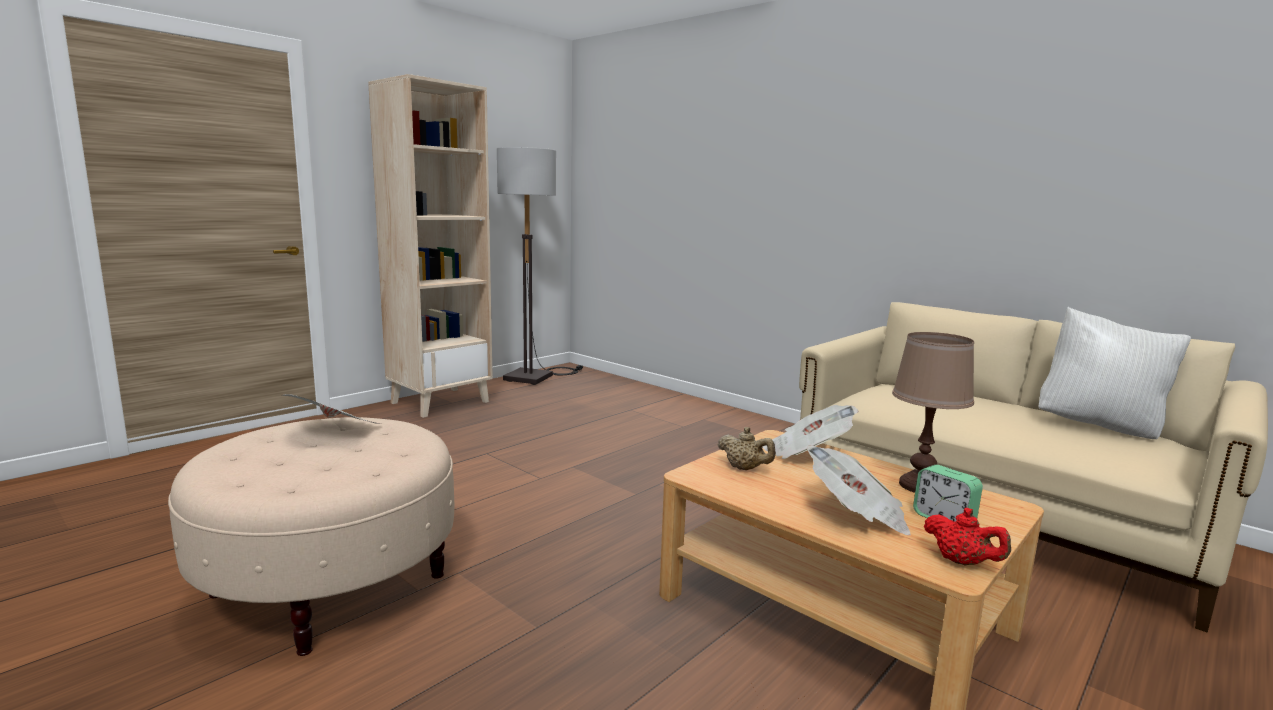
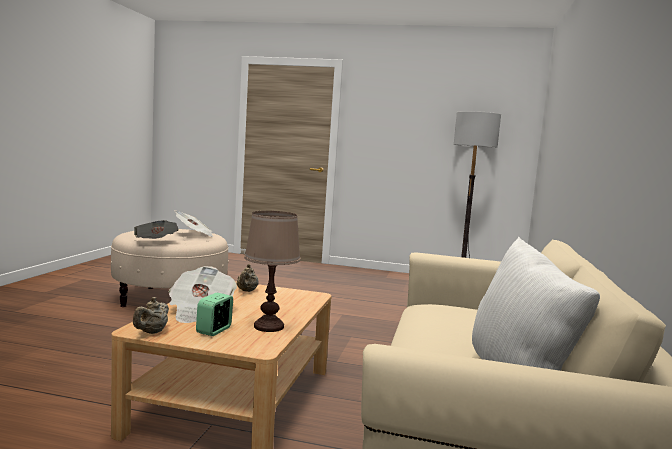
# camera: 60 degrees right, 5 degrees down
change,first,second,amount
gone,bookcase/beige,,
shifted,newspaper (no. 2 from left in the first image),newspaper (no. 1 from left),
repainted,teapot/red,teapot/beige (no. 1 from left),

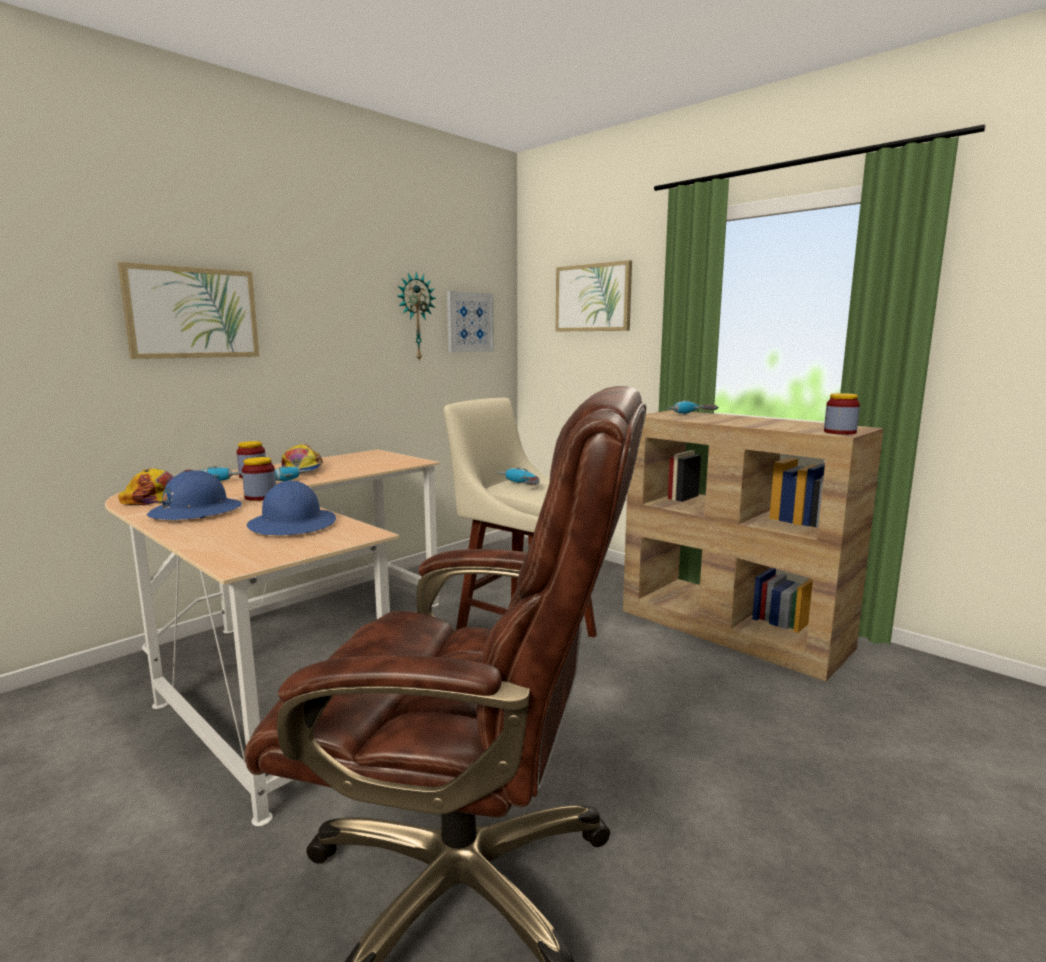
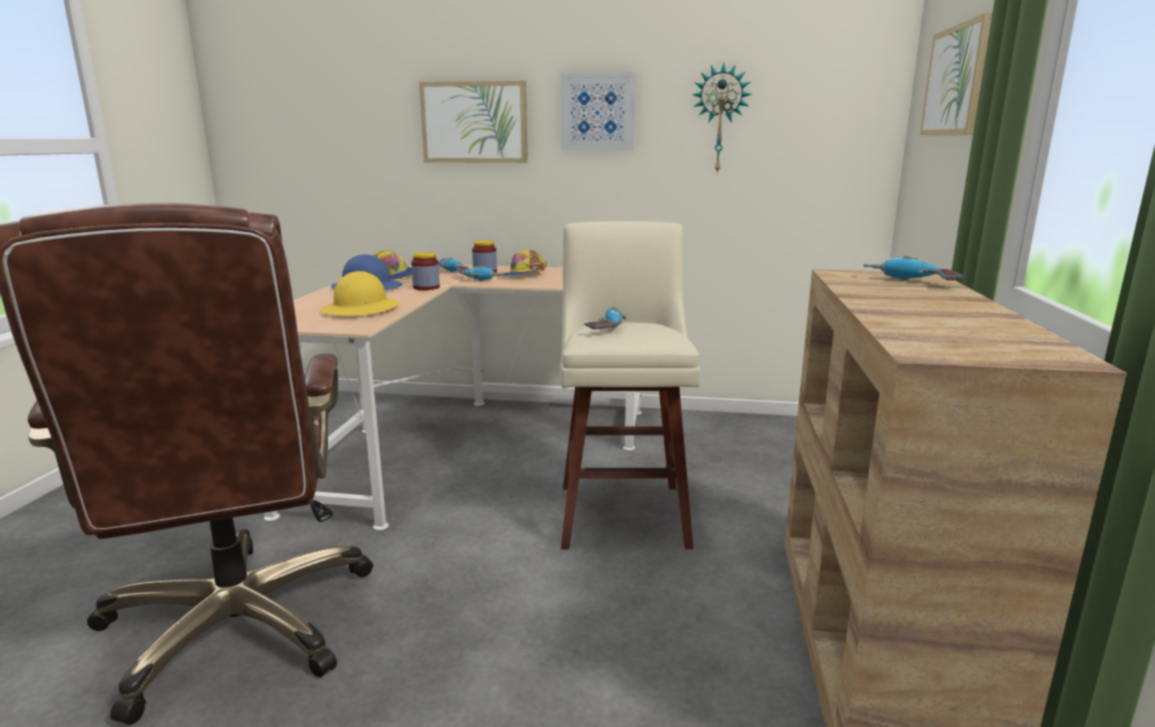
# camera: 55 degrees right, 5 degrees up
change,first,second,amount
gone,jar (no. 3 from left),,
shifted,picture (no. 2 from left),,
repainted,hard hat/blue (no. 2 from left),hard hat/yellow,

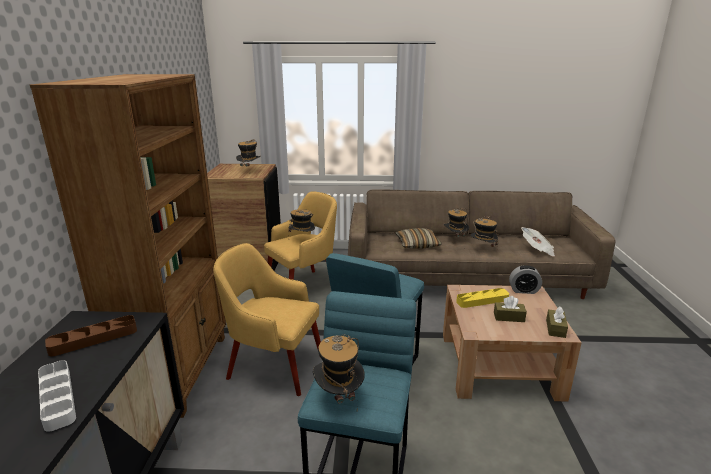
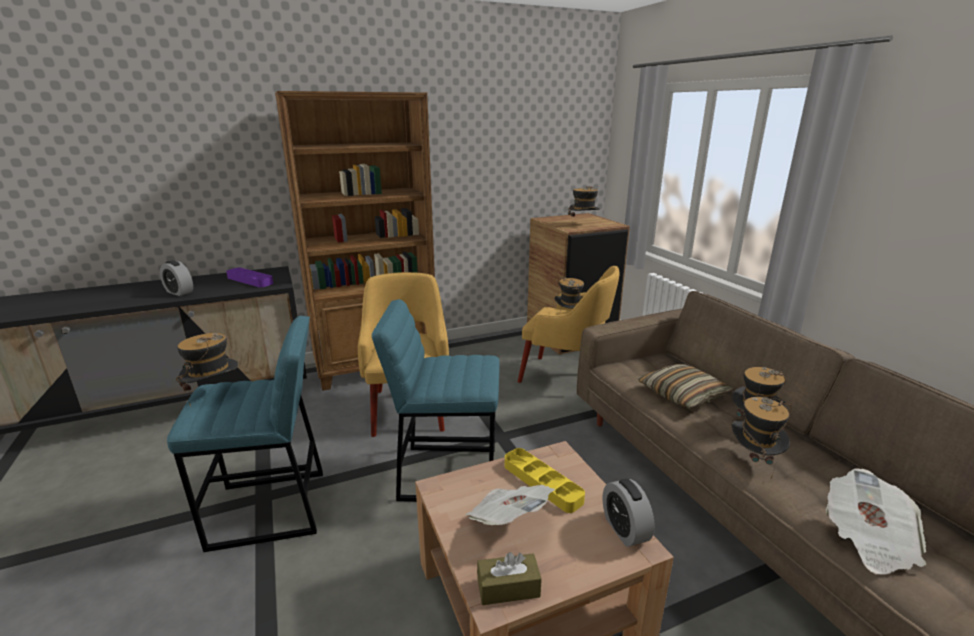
# camera: 65 degrees right, 0 degrees up
change,first,second,amount
swapped,tray/grey,alarm clock (no. 1 from left),
swapped,tissue box/brown (no. 1 from left),newspaper (no. 1 from left),
repainted,tray/brown,tray/purple,

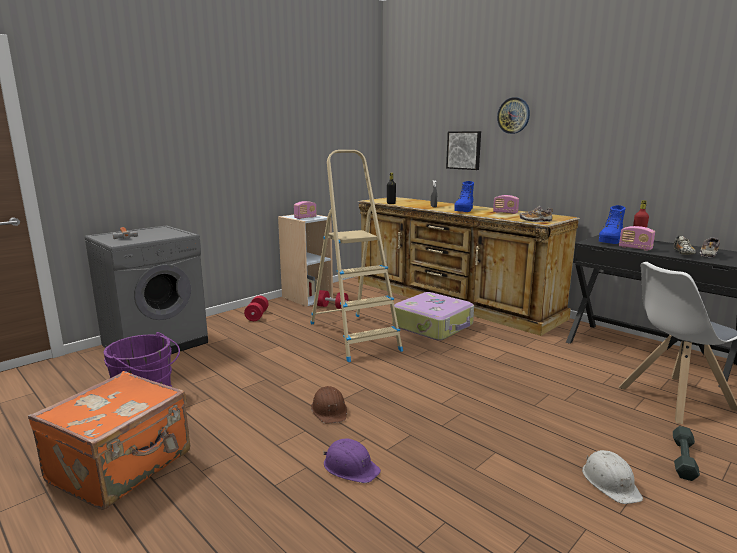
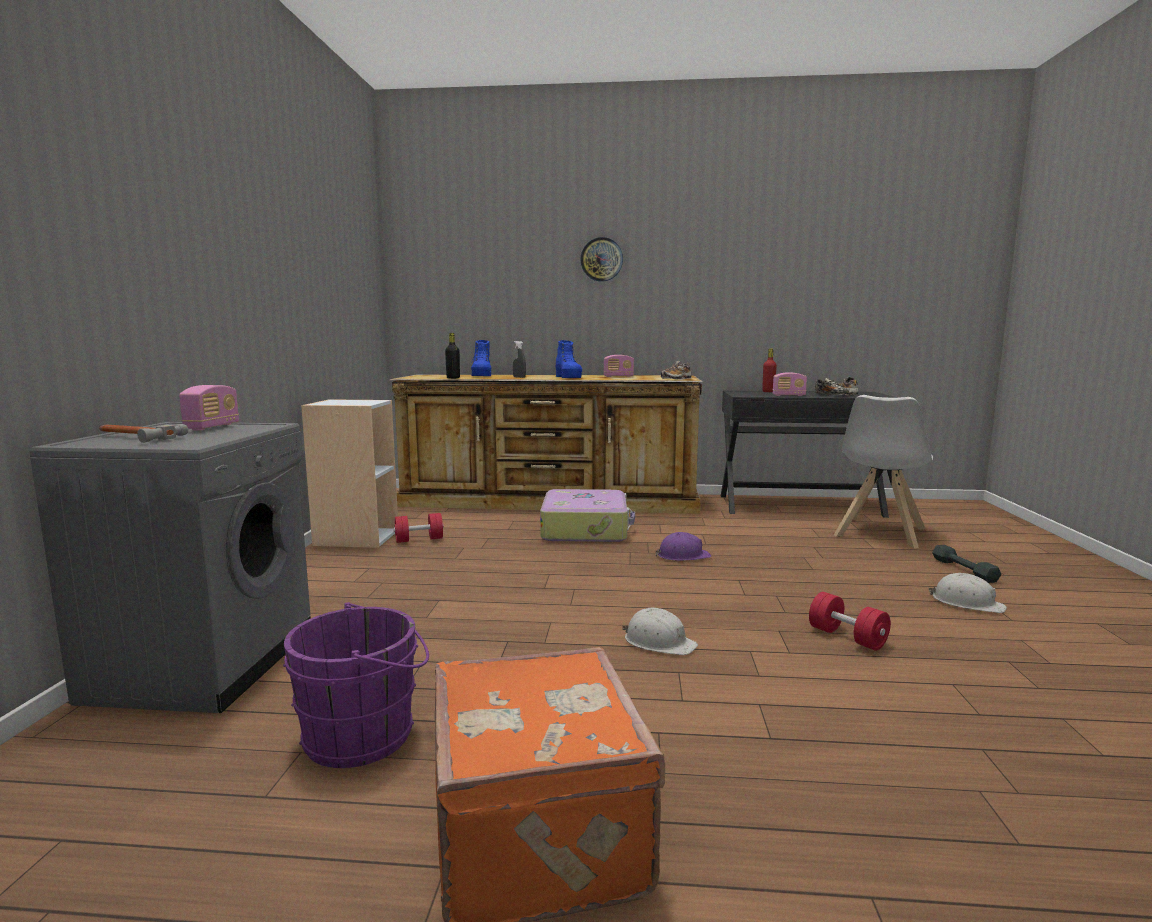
# camera: 40 degrees left, 5 degrees down
change,first,second,amount
gone,step ladder/beige,,
gone,picture,,
shifted,dumbbell/red (no. 1 from left in the first image),dumbbell/red (no. 2 from left),
shifted,radio (no. 1 from left),,
shifted,hard hat/purple,,
shifted,boot/blue (no. 2 from left in the first image),boot/blue (no. 1 from left),
repainted,hard hat/brown,hard hat/white (no. 1 from left),

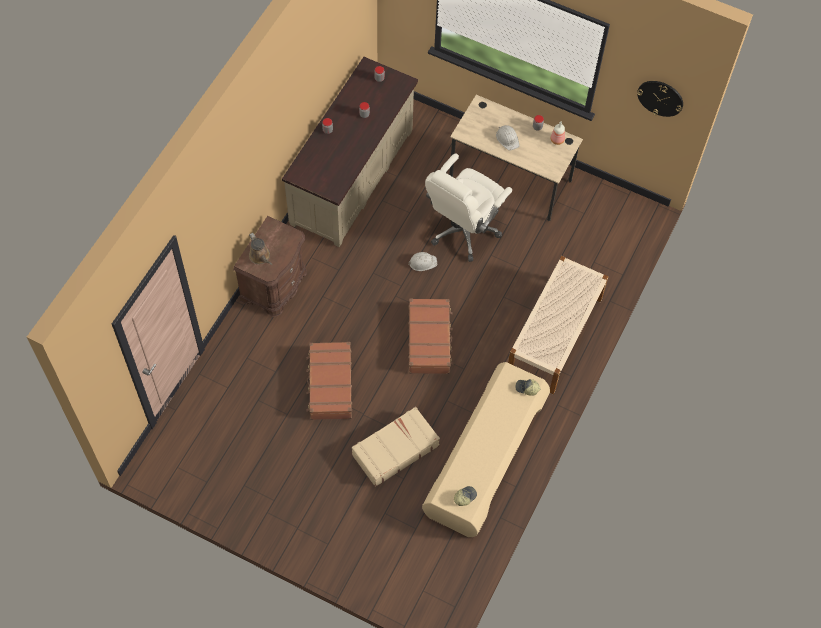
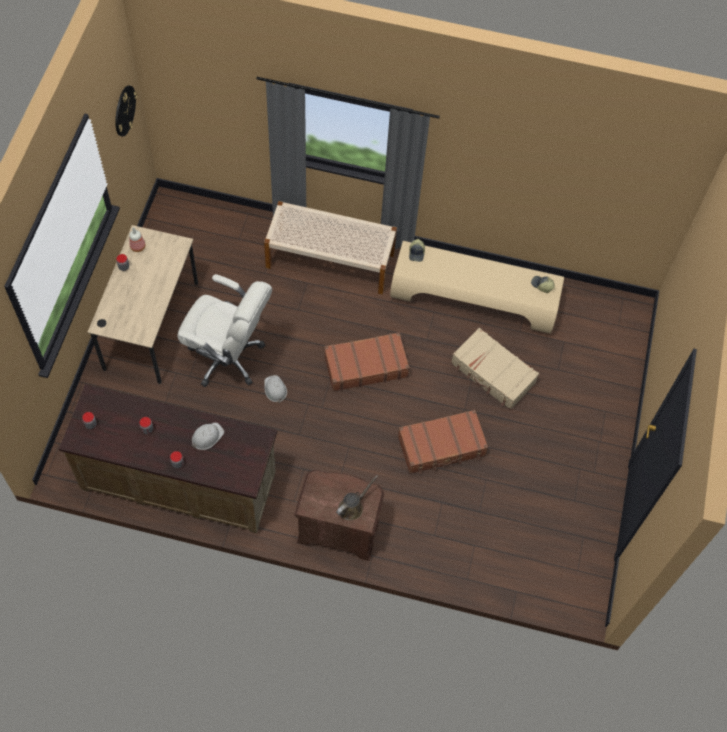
# camera: 105 degrees left, 0 degrees up
change,first,second,amount
shifted,hard hat/white (no. 2 from left in the first image),hard hat/white (no. 1 from left),

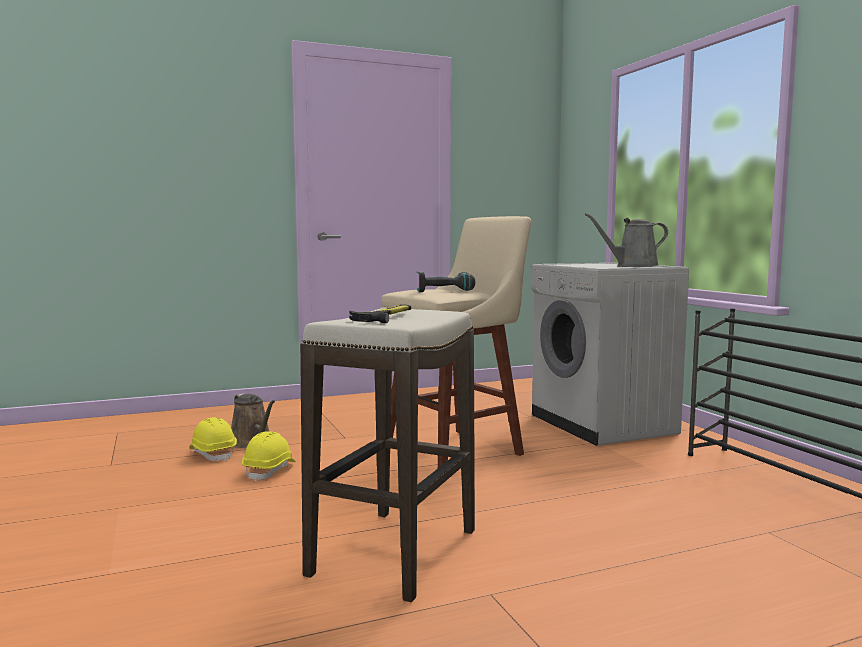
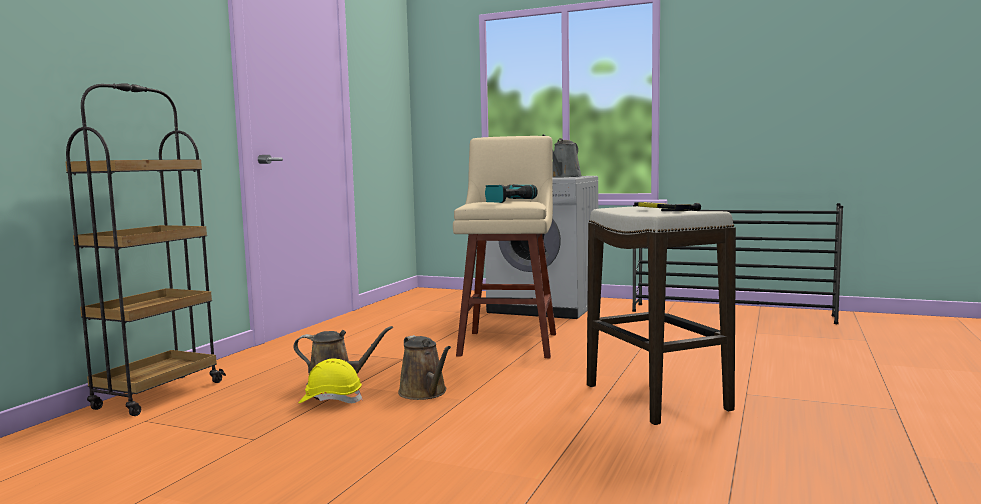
# camera: 45 degrees left, 0 degrees up
change,first,second,amount
new,,cart/brown,
swapped,hard hat/yellow (no. 2 from left),watering can/brown (no. 2 from left),

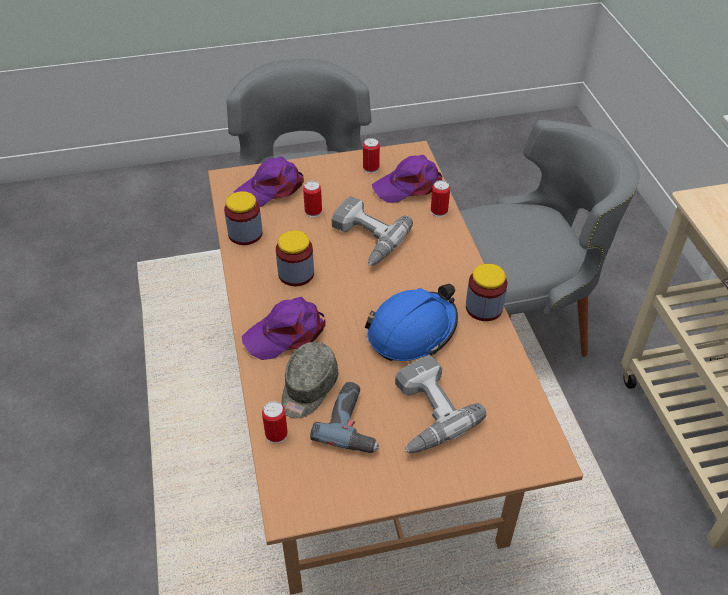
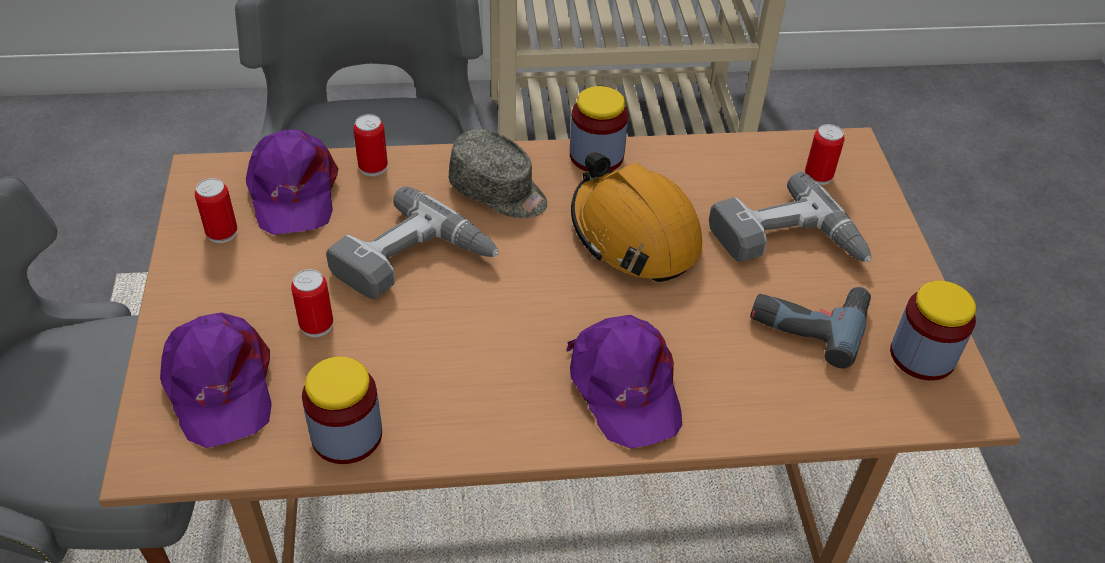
# camera: 85 degrees left, 0 degrees up
change,first,second,amount
shifted,can (no. 1 from left in the first image),can (no. 4 from left),
shifted,jar (no. 2 from left in the first image),jar (no. 3 from left),
shifted,cap/grey,,
repainted,hard hat/blue,hard hat/orange,

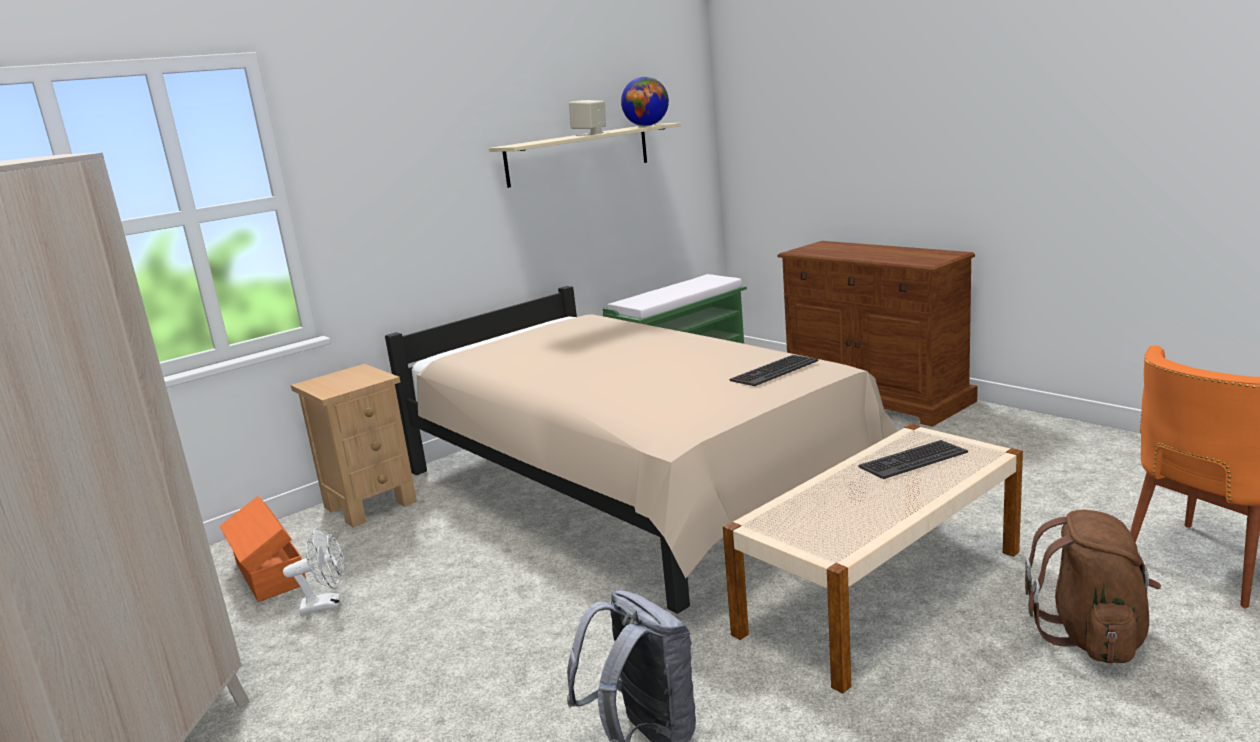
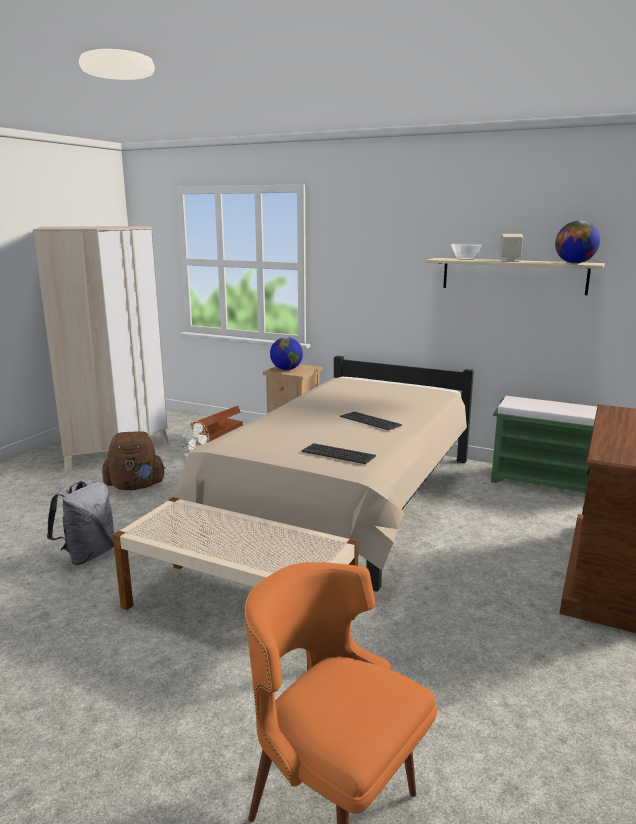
# camera: 65 degrees right, 0 degrees up
change,first,second,amount
new,,globe (no. 1 from left),
new,,bowl,
shifted,keyboard (no. 2 from left),,
shifted,backpack/brown,,

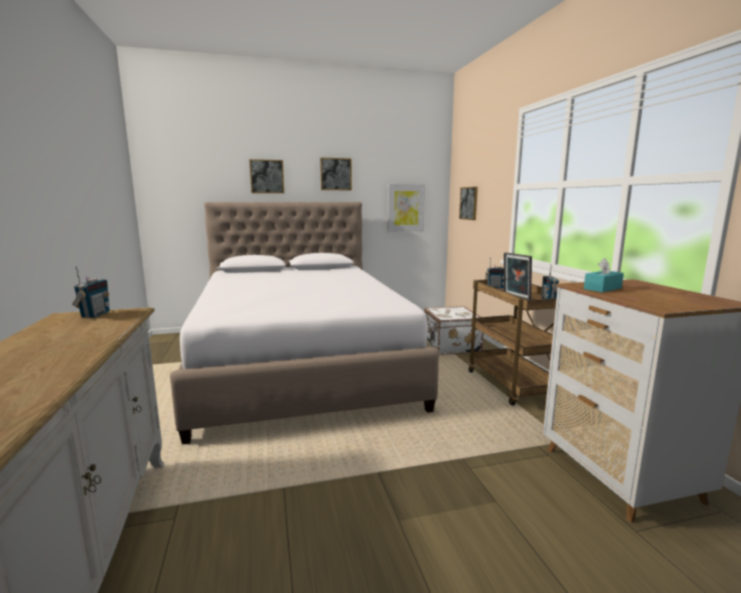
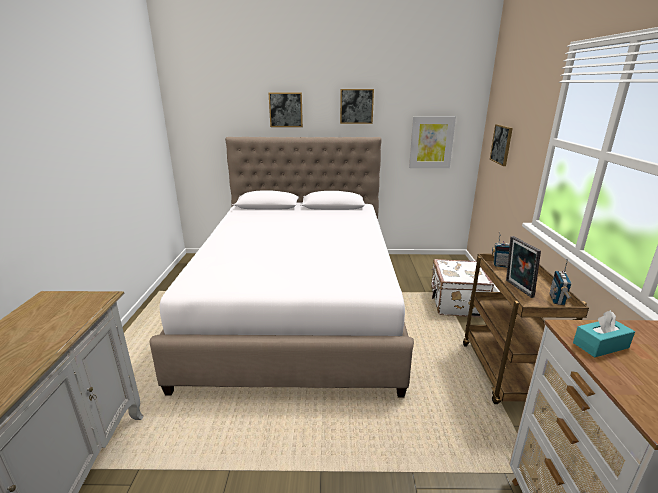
# camera: 15 degrees right, 10 degrees up
change,first,second,amount
gone,radio (no. 1 from left),,

